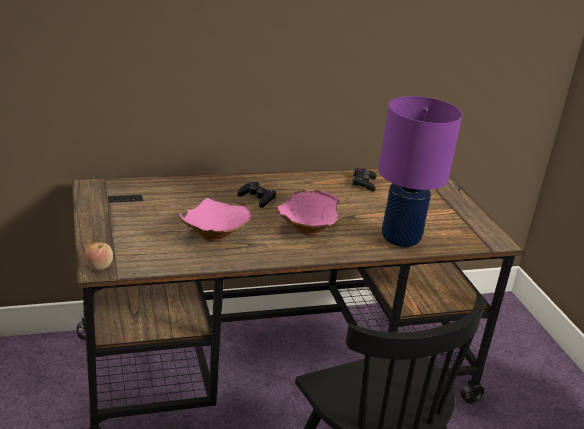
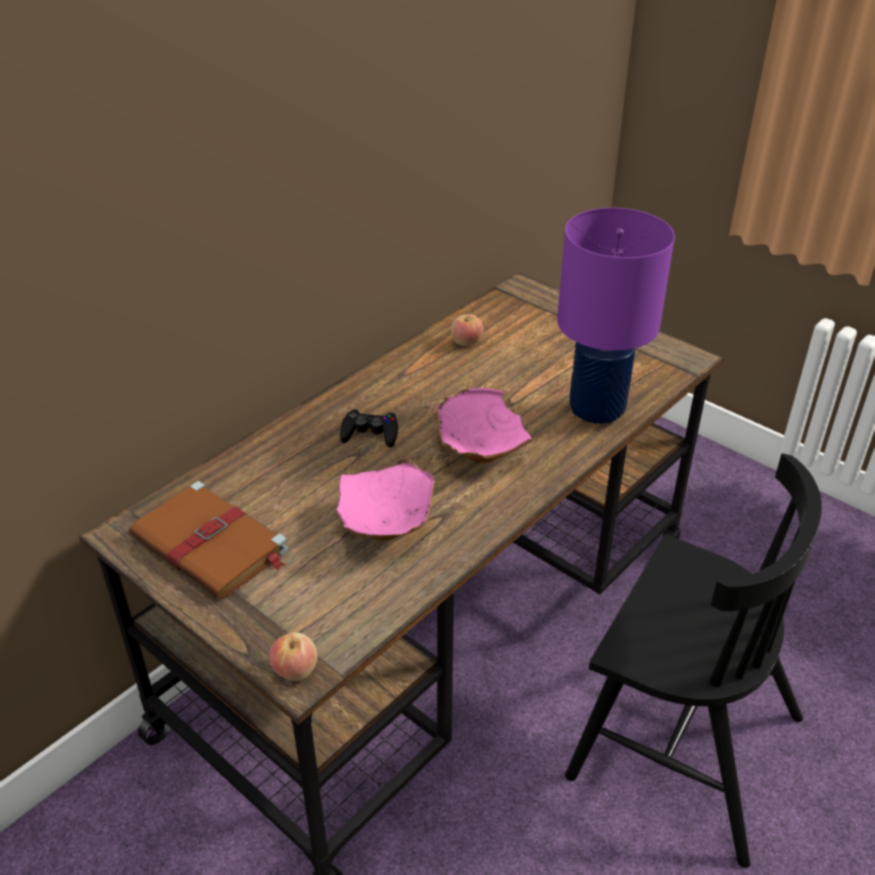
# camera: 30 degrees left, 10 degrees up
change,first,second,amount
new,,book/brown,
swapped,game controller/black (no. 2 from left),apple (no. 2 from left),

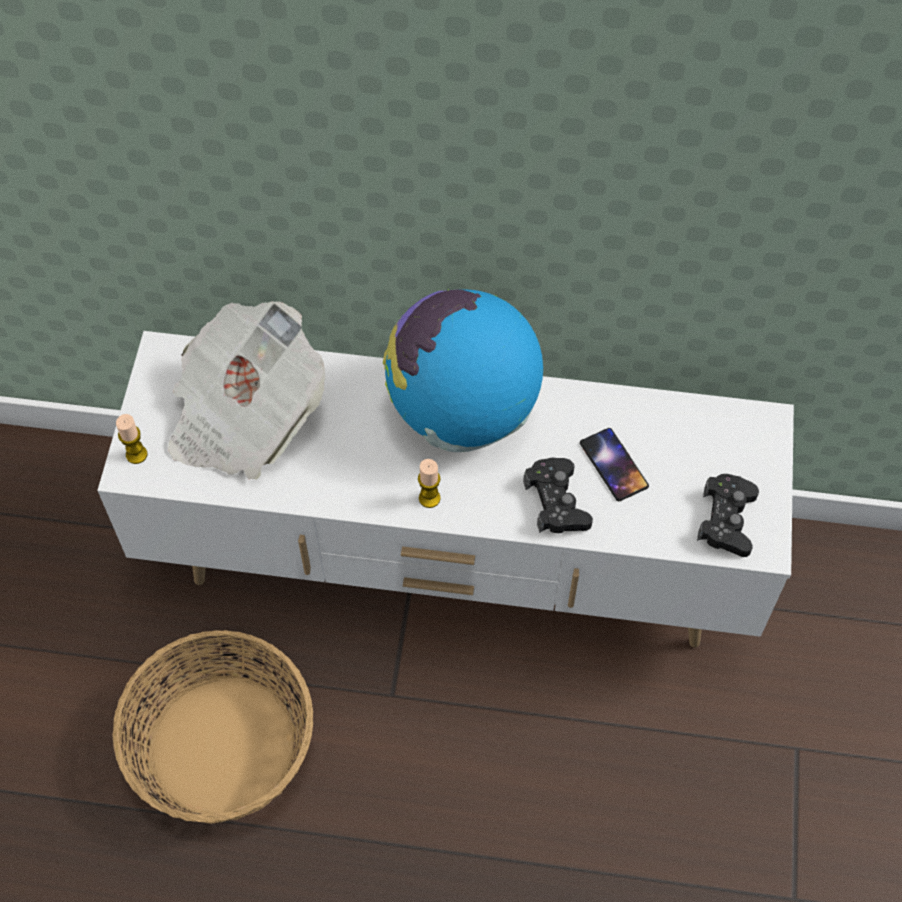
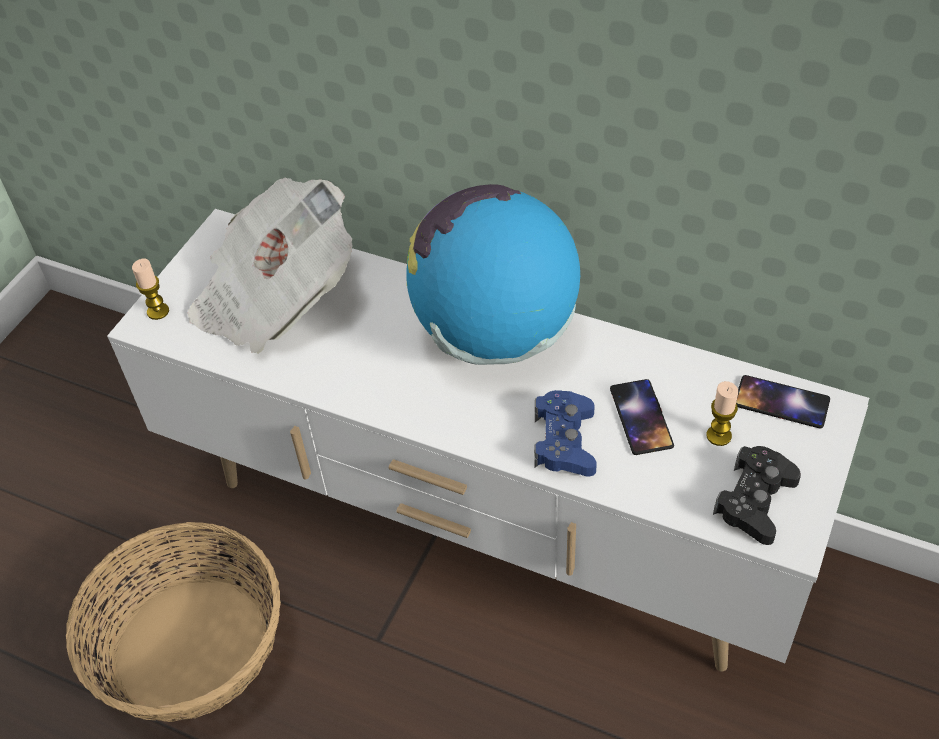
# camera: 20 degrees right, 10 degrees down
change,first,second,amount
new,,phone (no. 2 from left),
shifted,candle (no. 2 from left),,
repainted,game controller/black (no. 1 from left),game controller/blue,

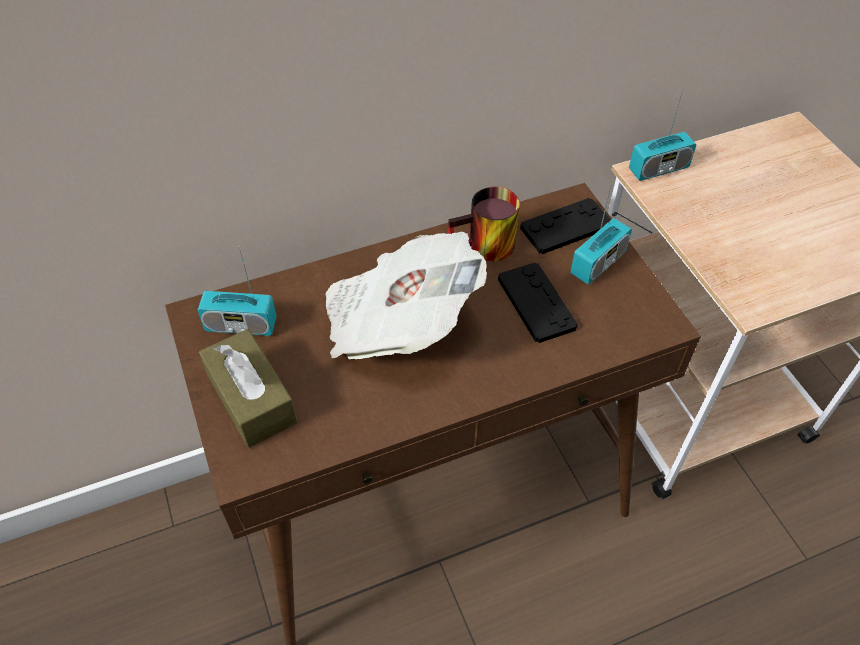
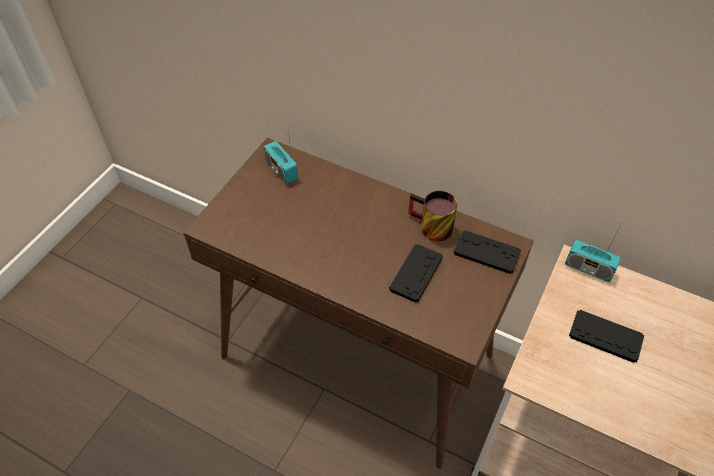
# camera: 50 degrees right, 0 degrees up
change,first,second,amount
gone,tissue box/brown,,
gone,newspaper,,
gone,radio (no. 2 from left),,
new,,game controller/black (no. 3 from left),

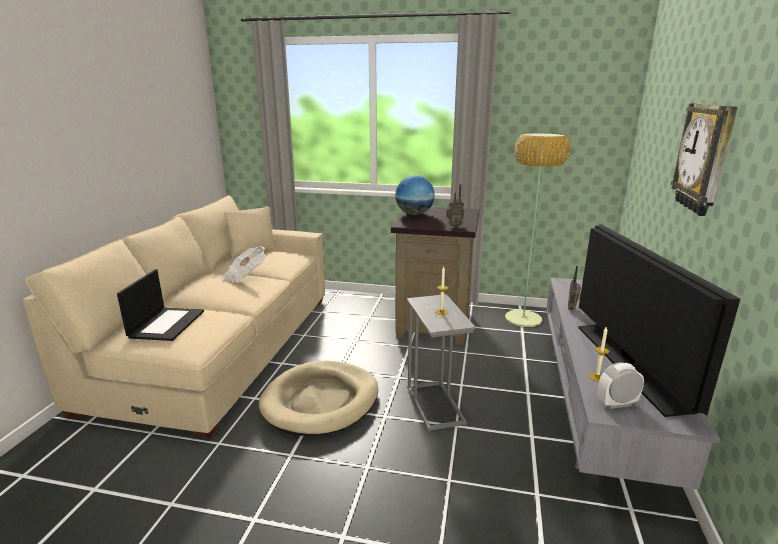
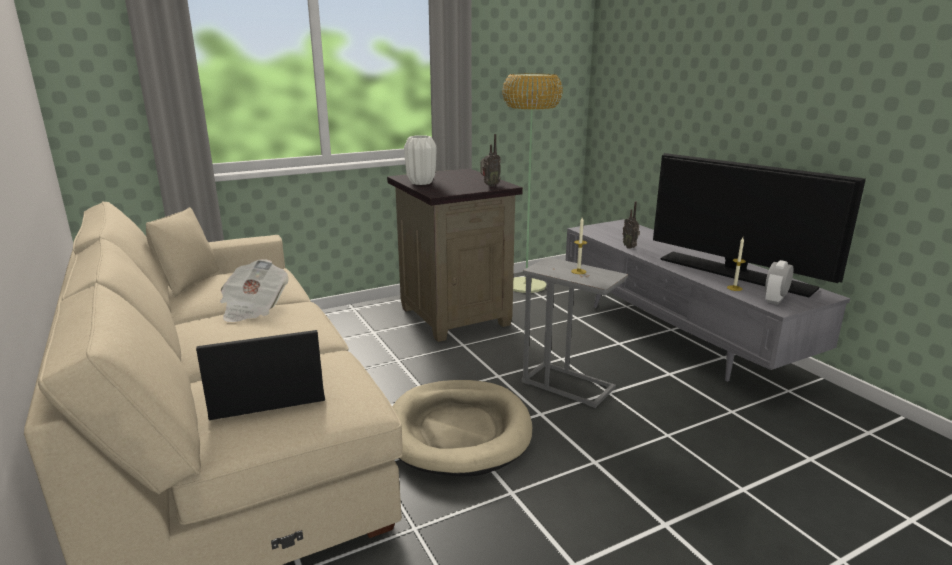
# camera: 40 degrees left, 0 degrees up
change,first,second,amount
gone,wall clock,,
swapped,globe,vase/white,
rotated,laptop,,75 degrees counterclockwise

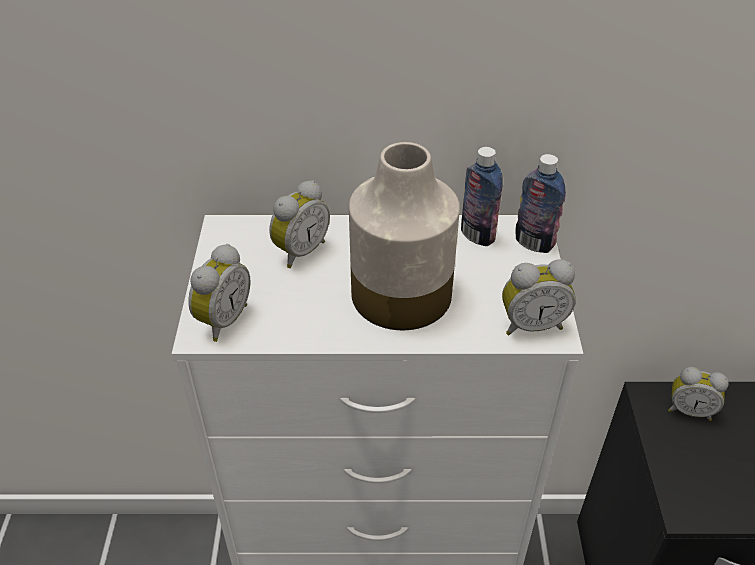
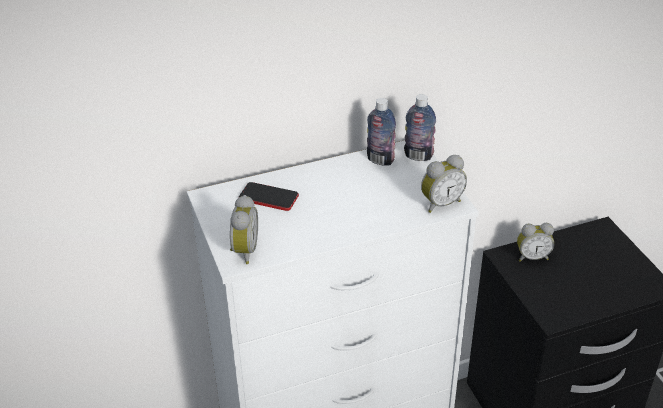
# camera: 20 degrees left, 5 degrees down
change,first,second,amount
gone,vase/beige,,
swapped,alarm clock (no. 2 from left),phone,

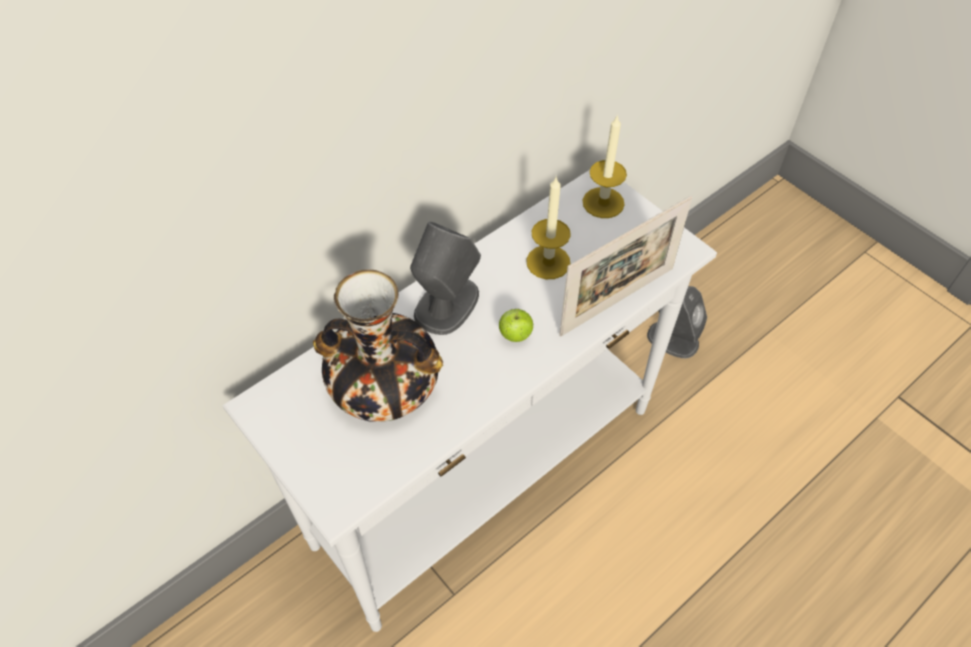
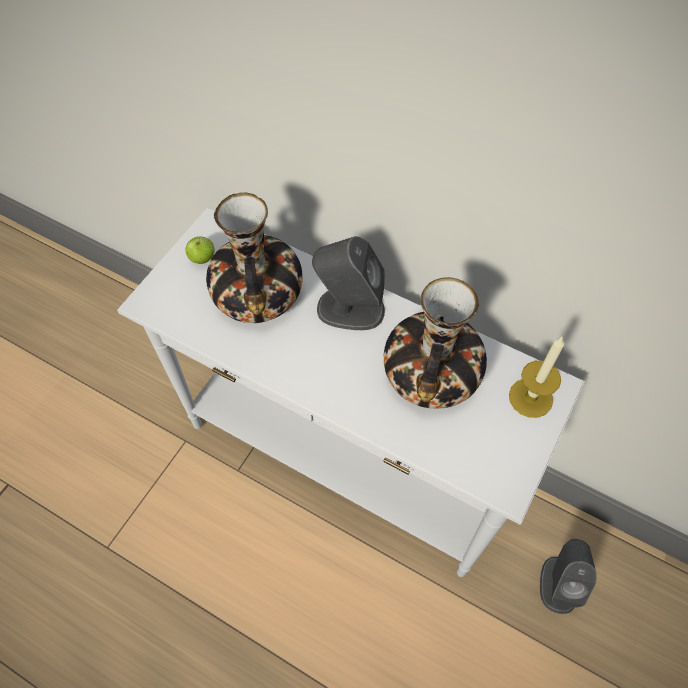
# camera: 70 degrees right, 5 degrees up
change,first,second,amount
gone,picture frame,,
shifted,apple,,
swapped,candle (no. 1 from left),vase (no. 2 from left),

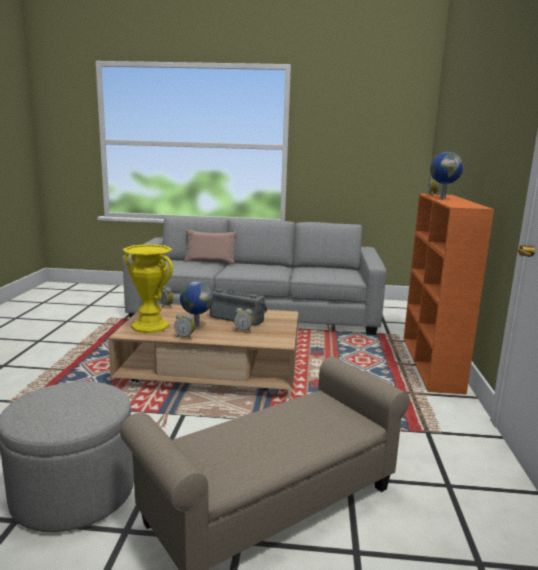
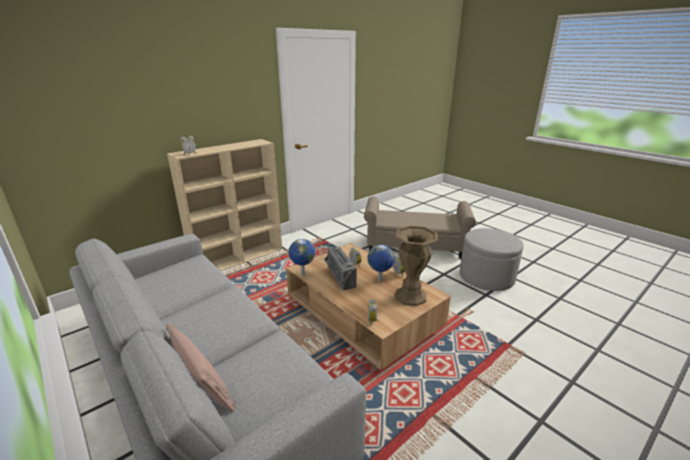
# camera: 135 degrees left, 10 degrees up
change,first,second,amount
shifted,globe (no. 2 from left in the first image),globe (no. 1 from left),
repainted,vase/yellow,vase/brown,
repainted,bookcase/orange,bookcase/beige,

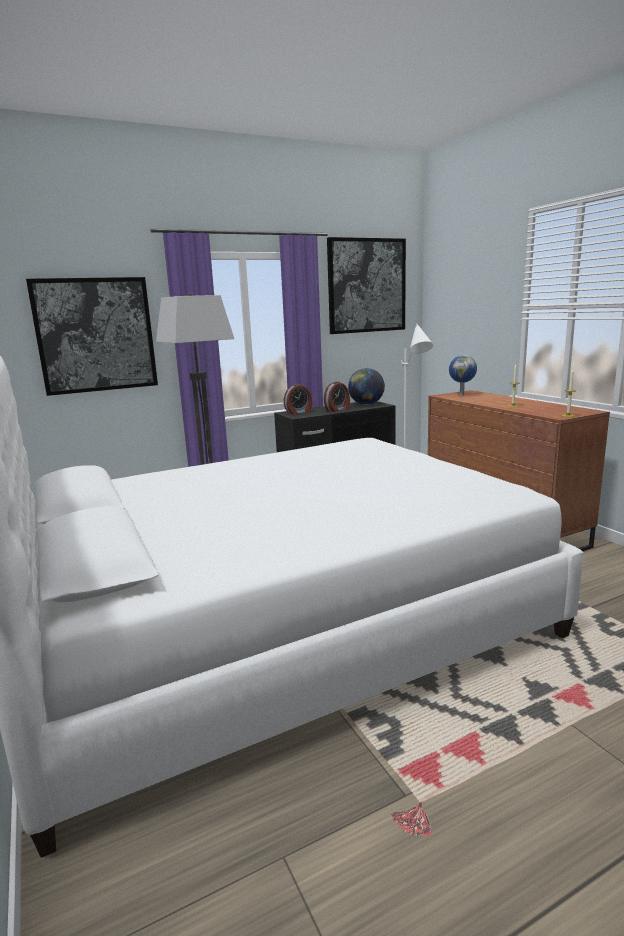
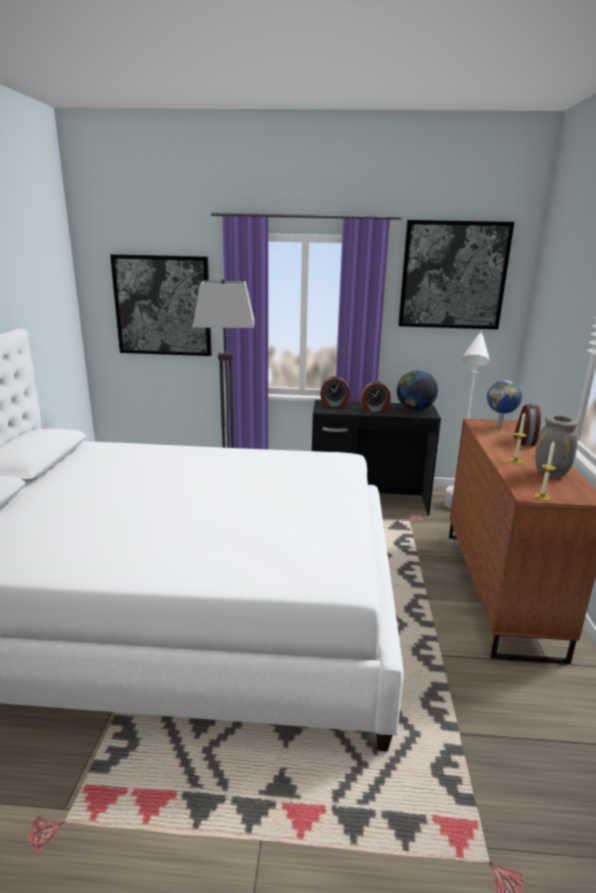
# camera: 30 degrees right, 5 degrees up
change,first,second,amount
new,,alarm clock (no. 3 from left),
new,,vase/grey,

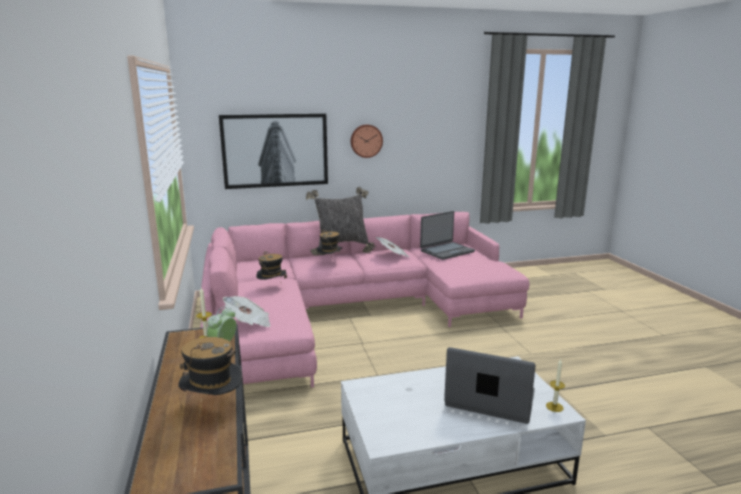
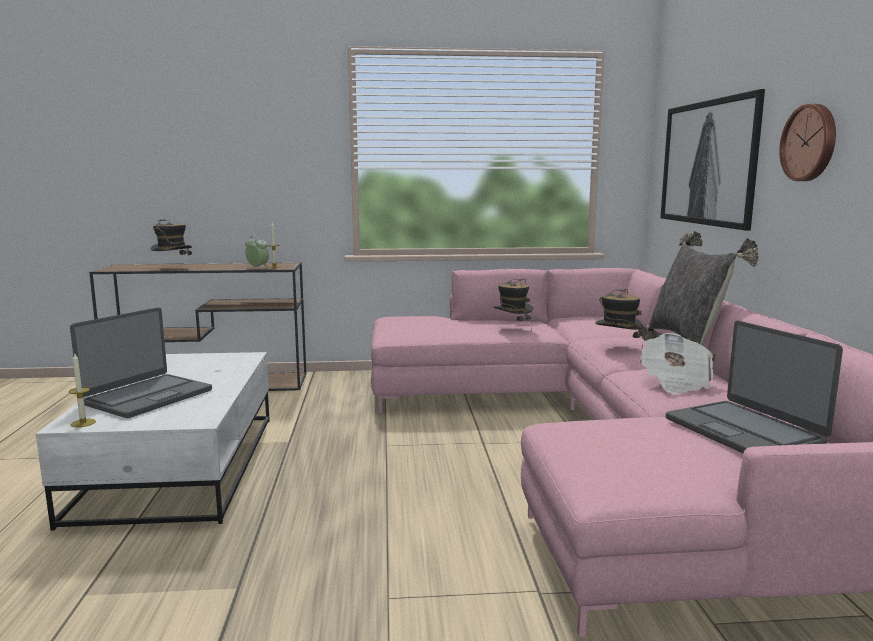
# camera: 100 degrees right, 5 degrees down
change,first,second,amount
gone,newspaper (no. 1 from left),,

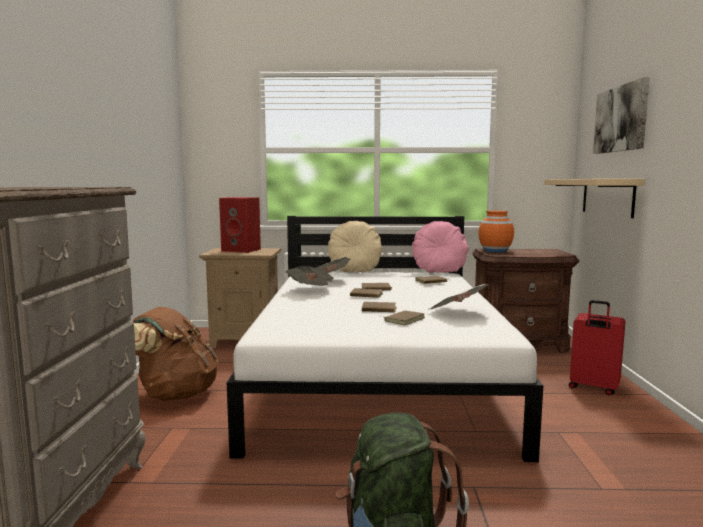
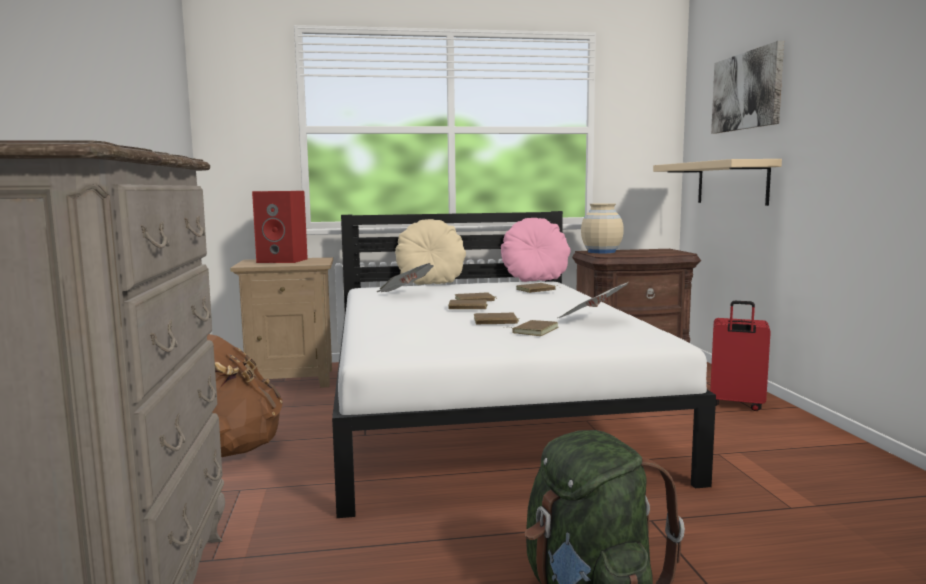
# camera: 10 degrees left, 0 degrees up
change,first,second,amount
gone,newspaper (no. 1 from left),,
repainted,vase/orange,vase/beige,

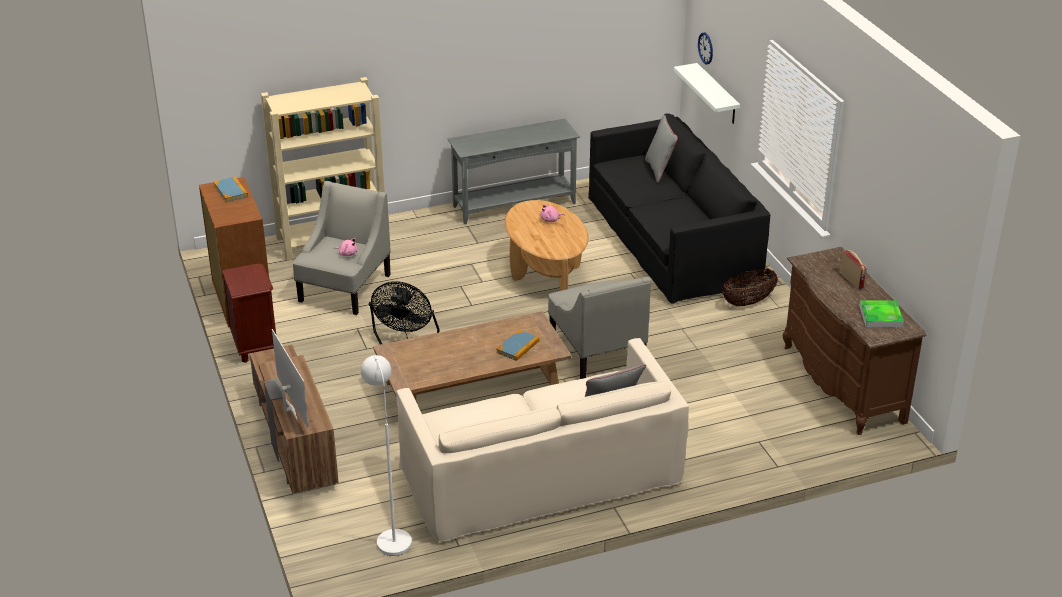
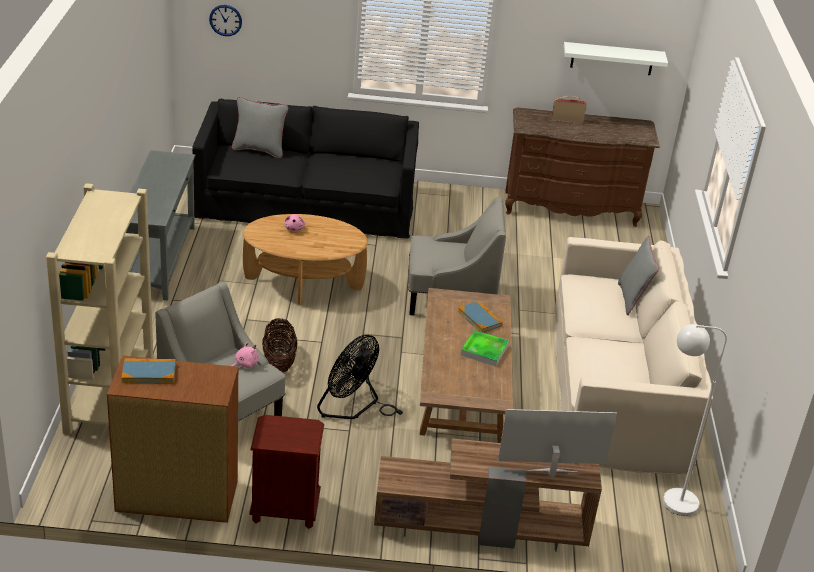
# camera: 70 degrees left, 0 degrees up
change,first,second,amount
shifted,shelf/white,,
shifted,basket,,
shifted,tray,,

